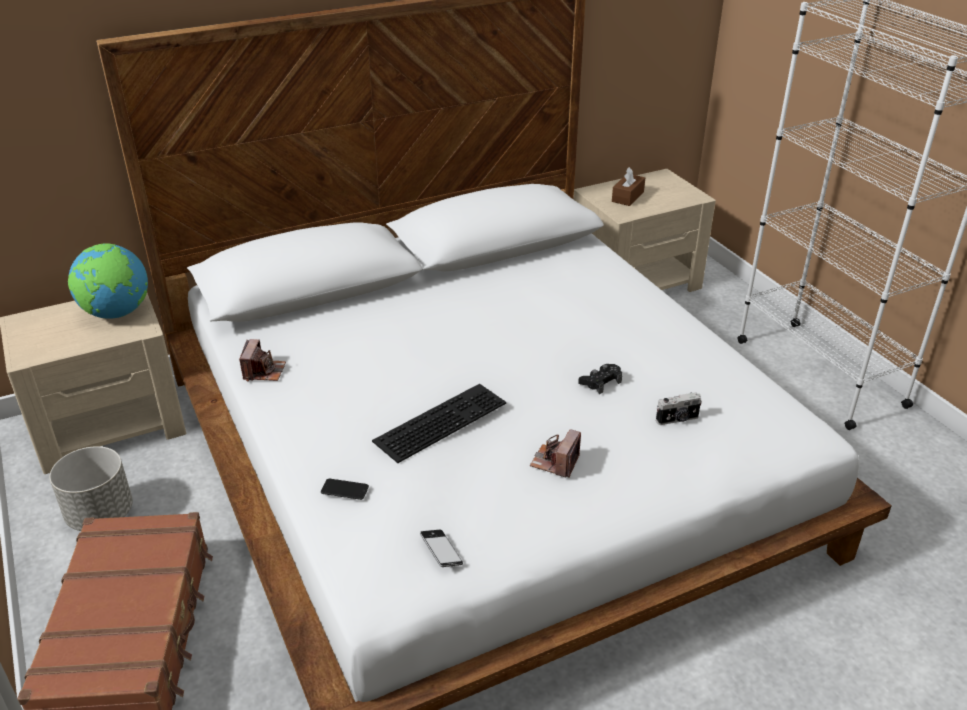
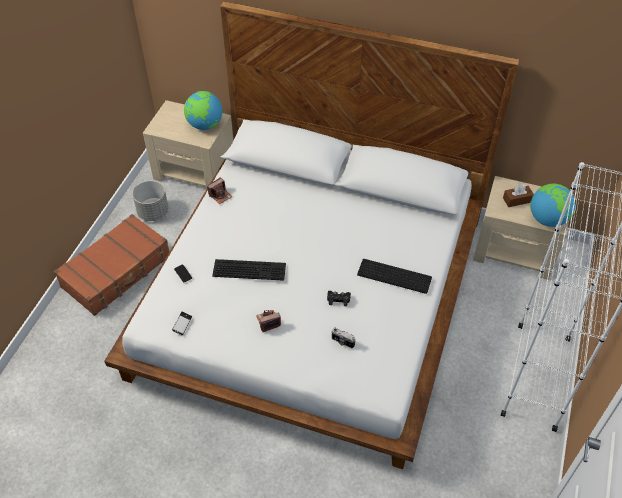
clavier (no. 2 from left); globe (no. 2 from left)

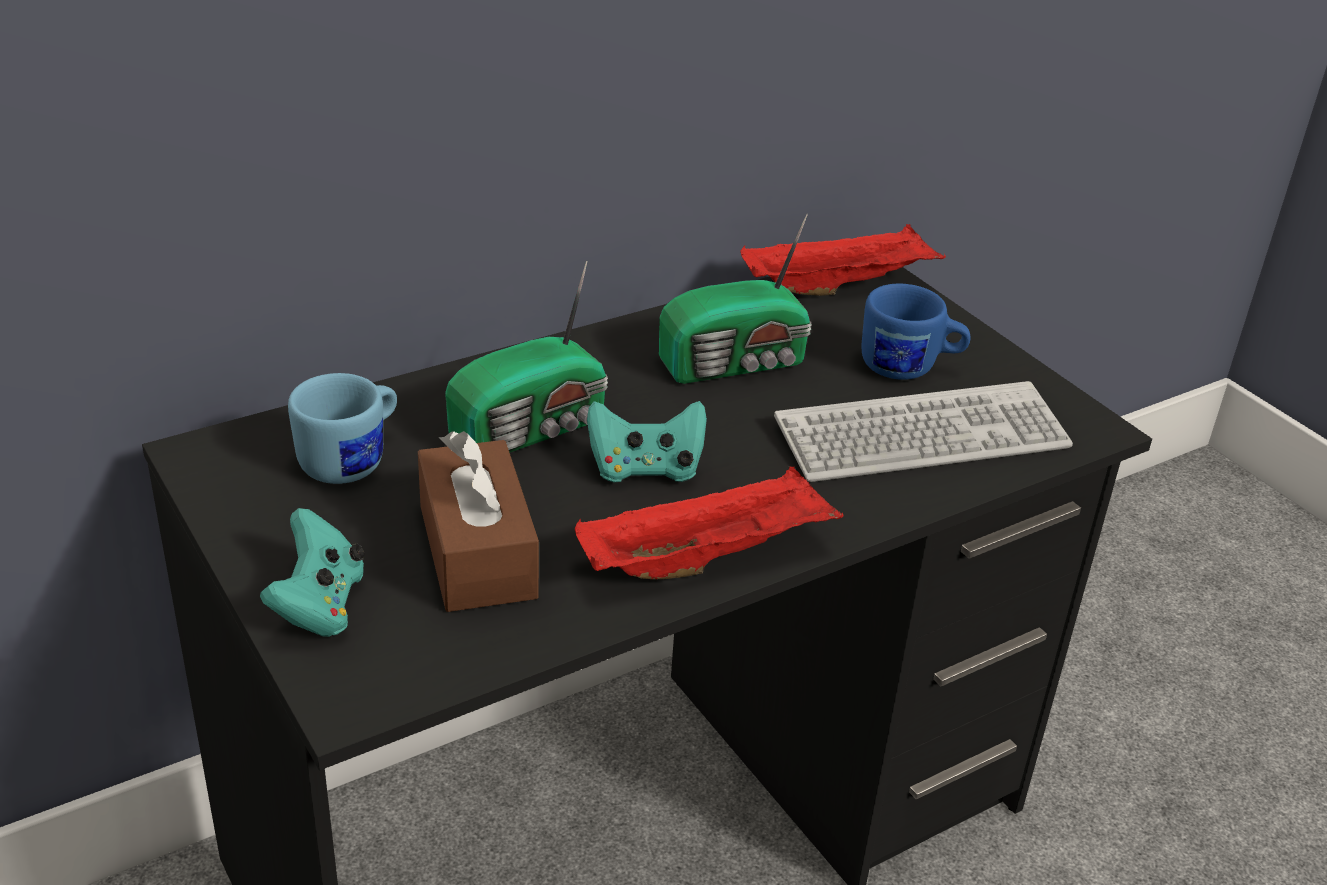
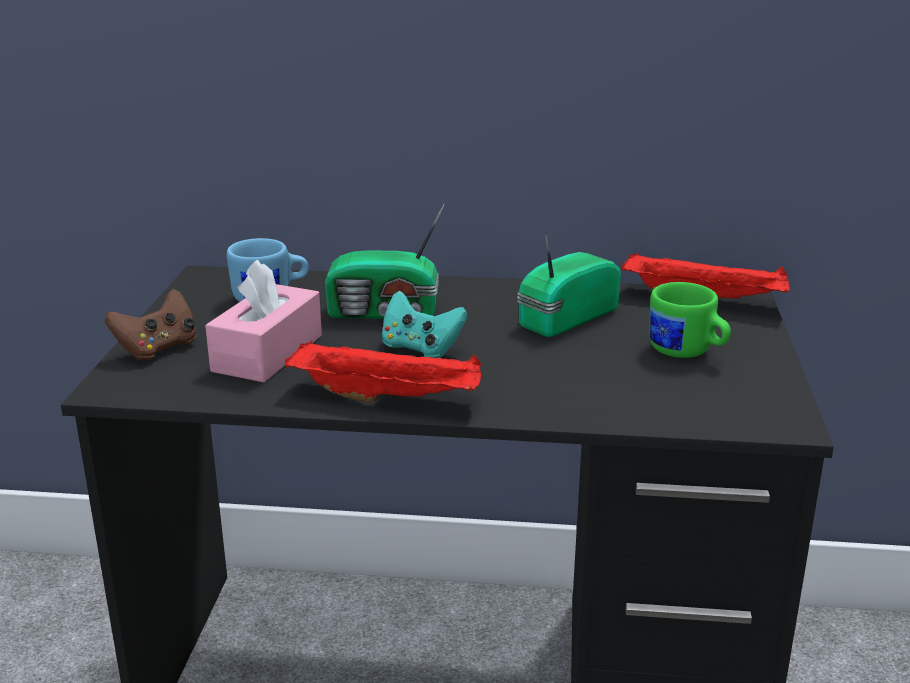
manette [marron]; boîte à mouchoirs [rose]; radio (no. 2 from left); clavier; mug [vert]

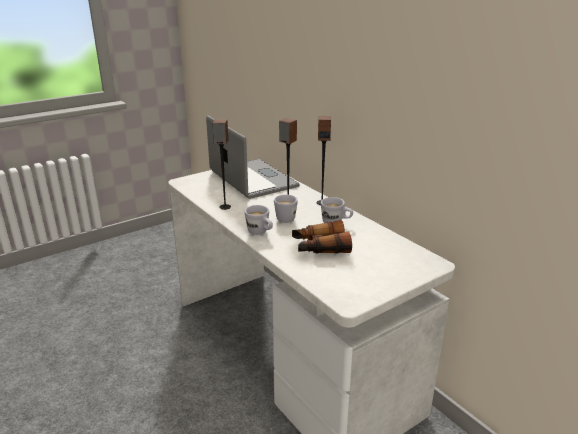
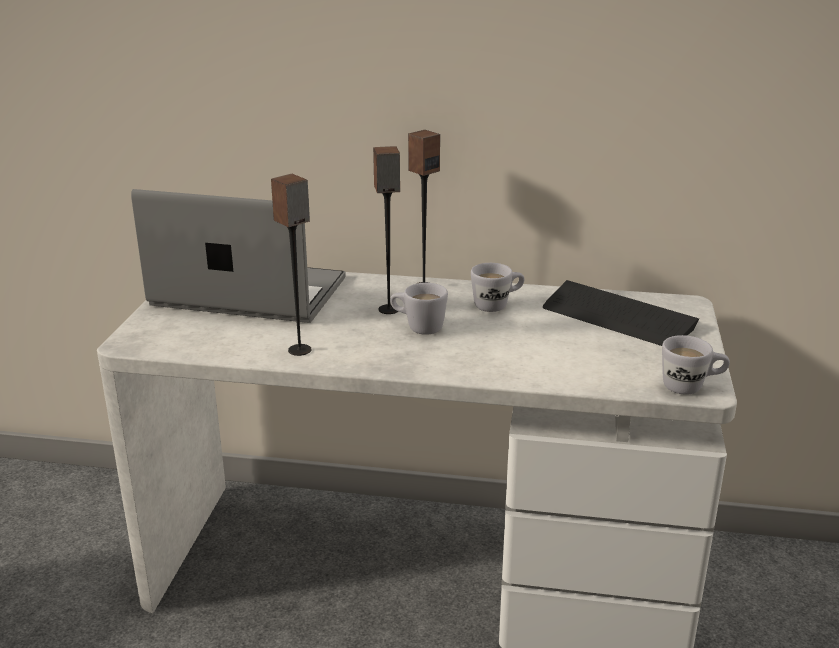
mug [blanc] (no. 3 from left); jumelles; clavier

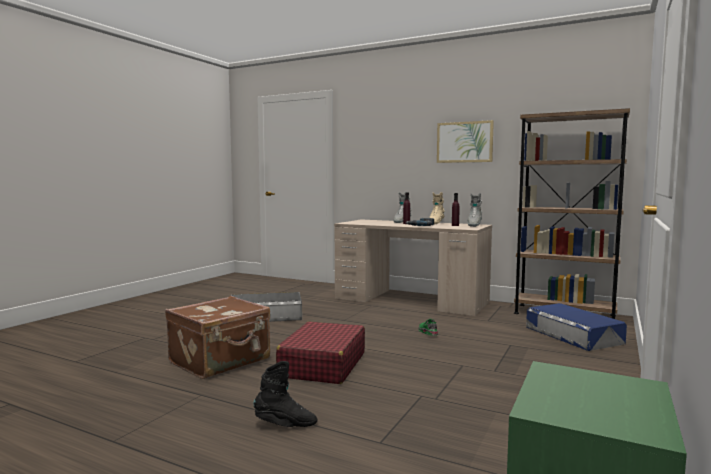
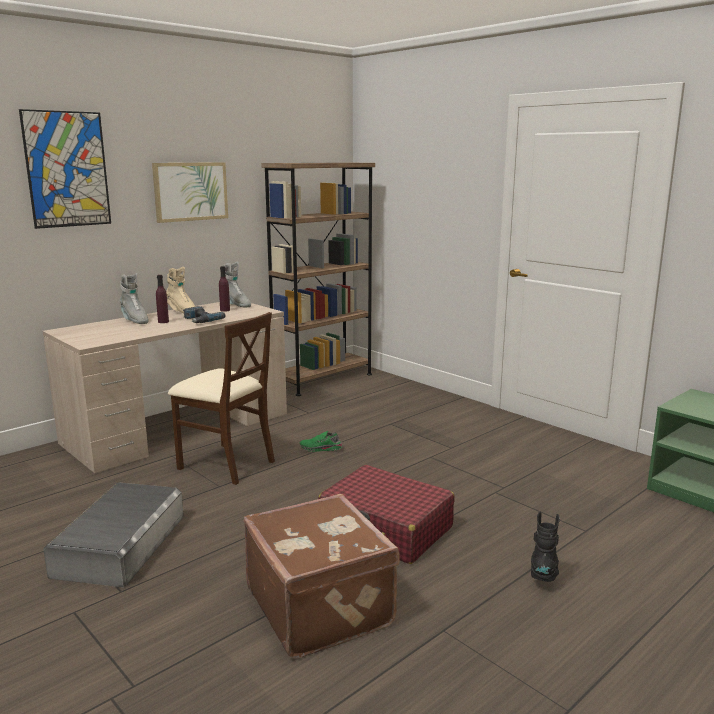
boîte de rangement [bleu]; tableau (no. 1 from left); chaise [beige]

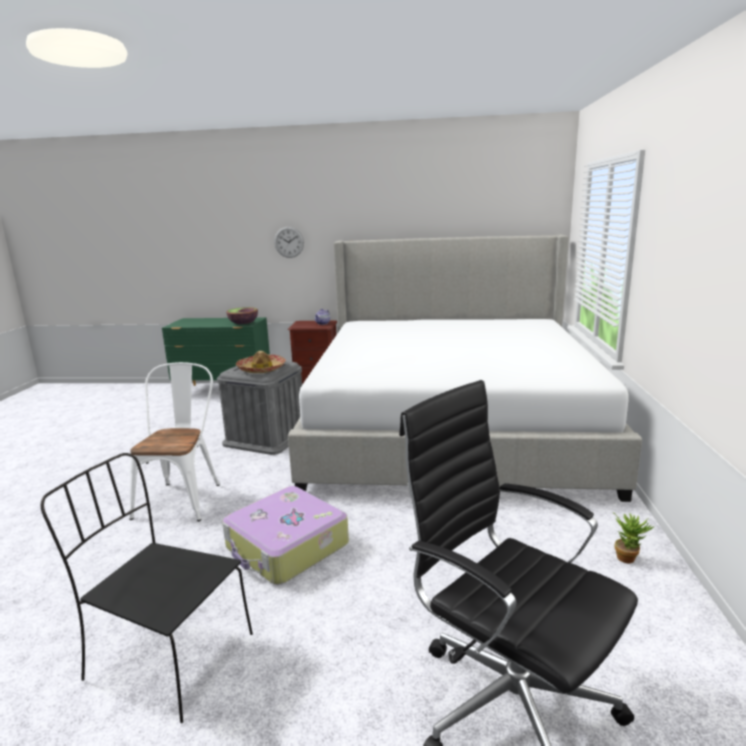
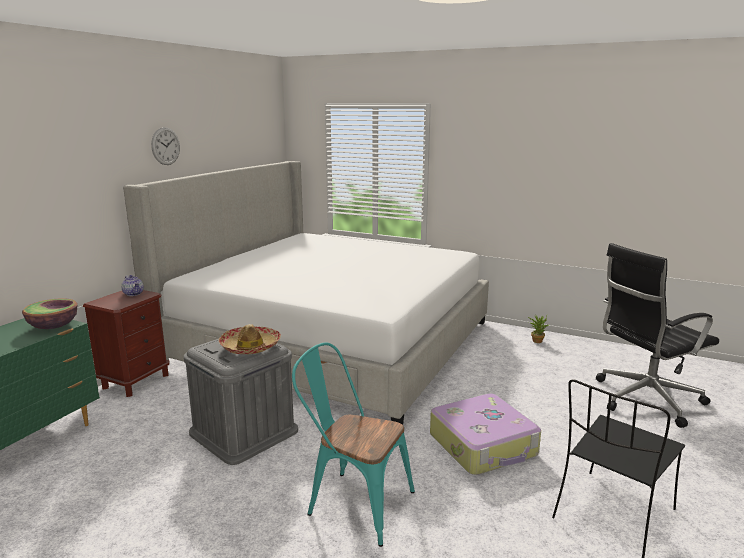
chaise [turquoise]; horloge murale

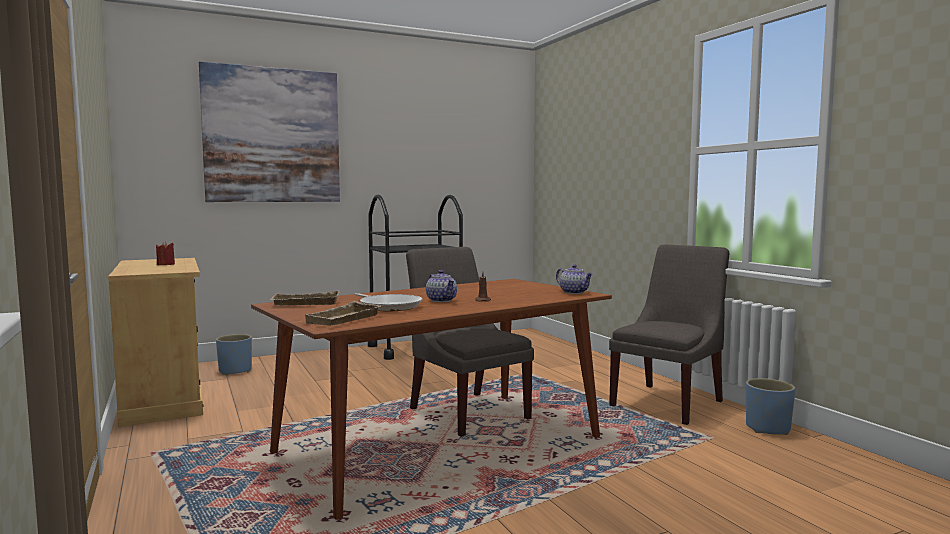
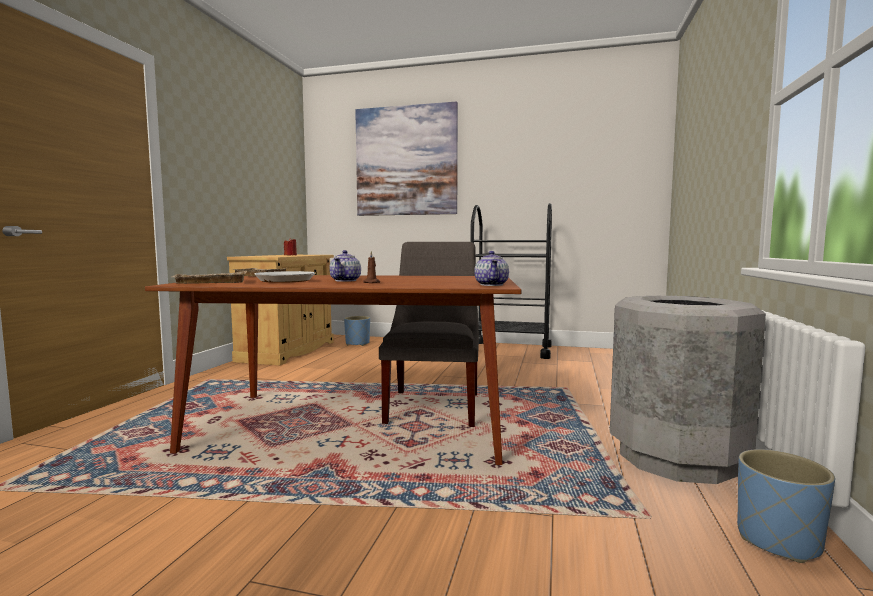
poubelle [gris]

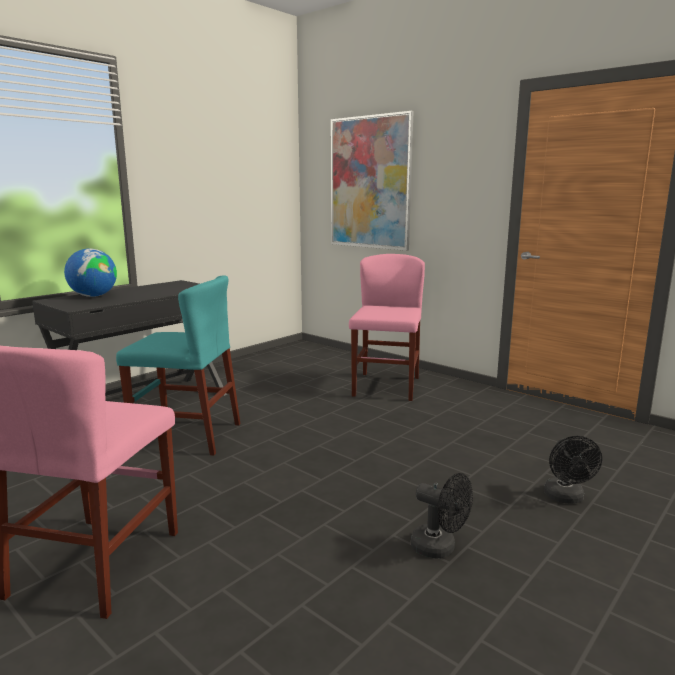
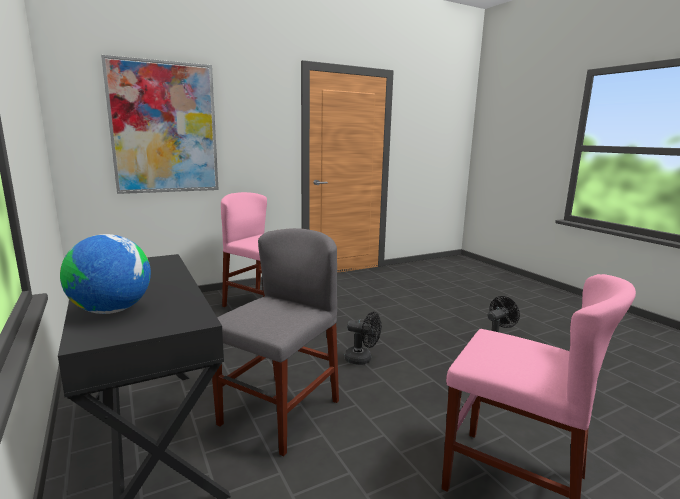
chaise [gris]; ventilateur [noir] (no. 1 from left)

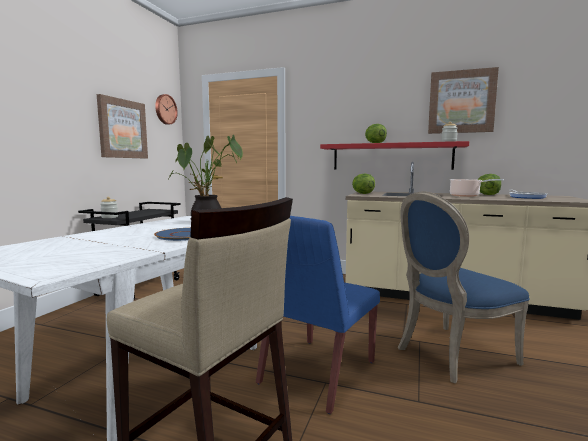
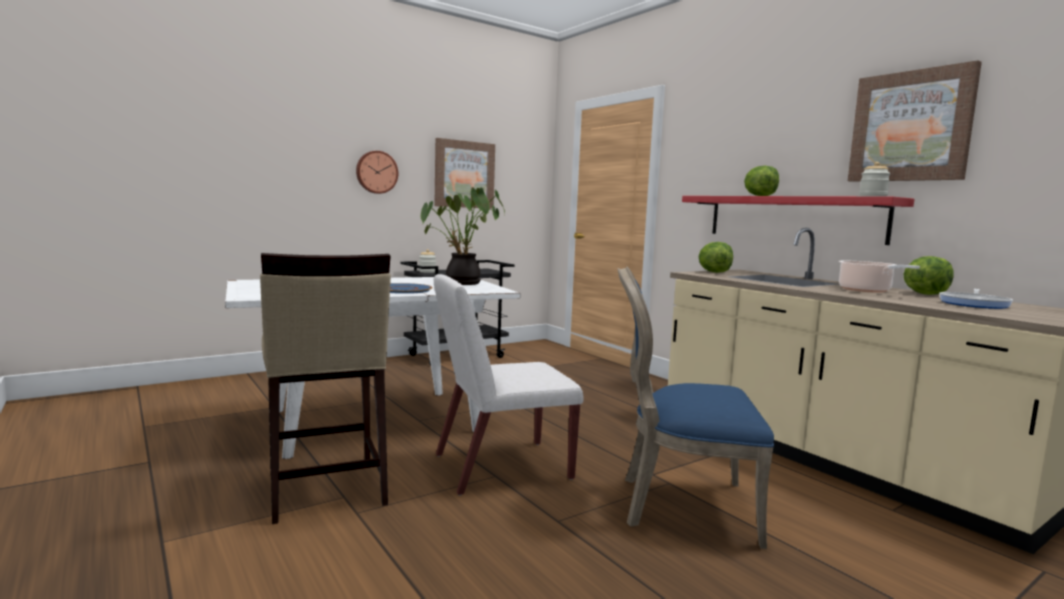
horloge murale; chaise [blanc]

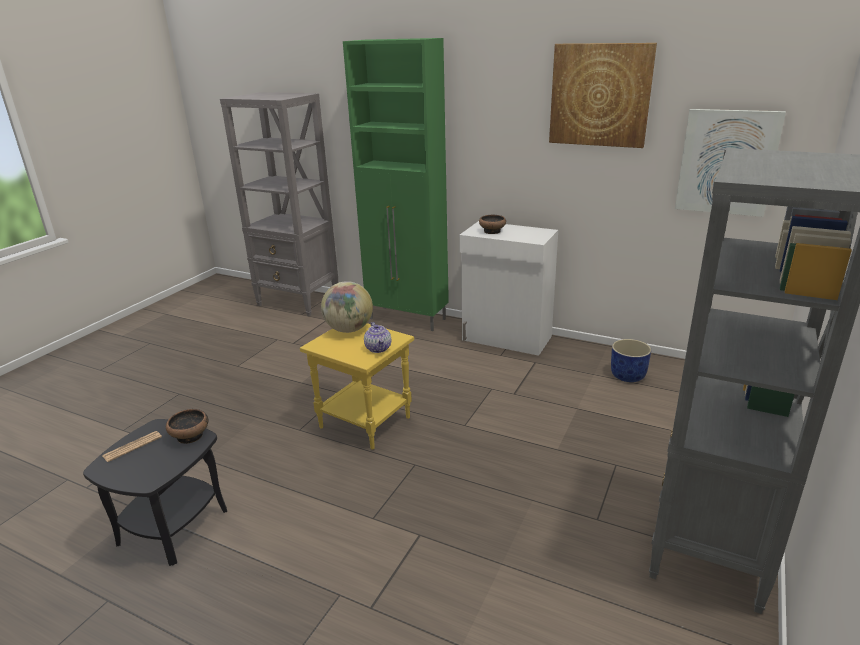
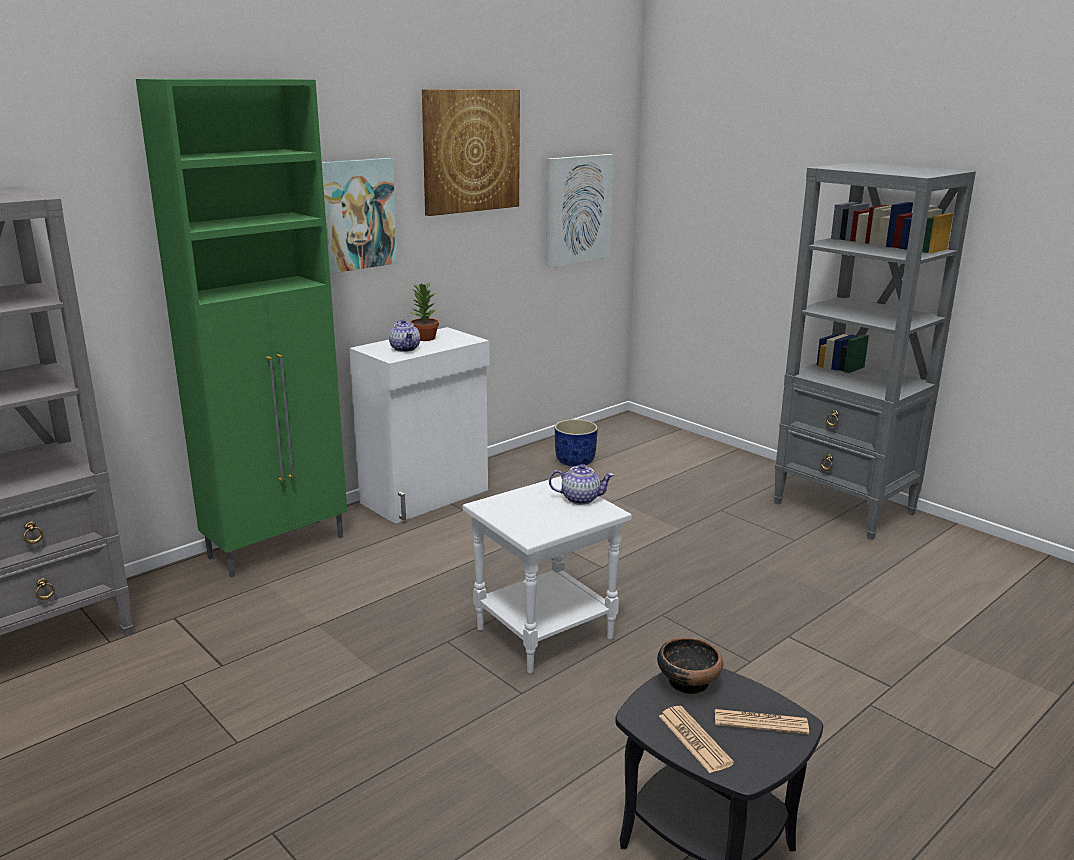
table d'appoint [blanc]; globe; théière (no. 1 from left); tableau (no. 1 from left); plante en pot; journal (no. 2 from left)

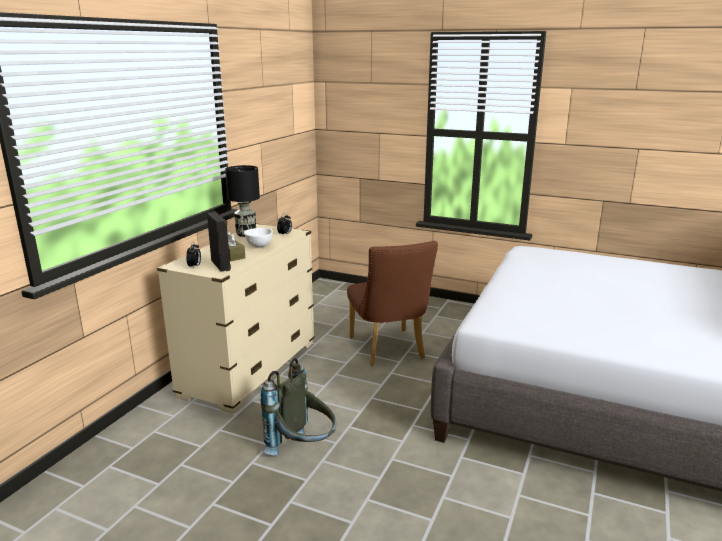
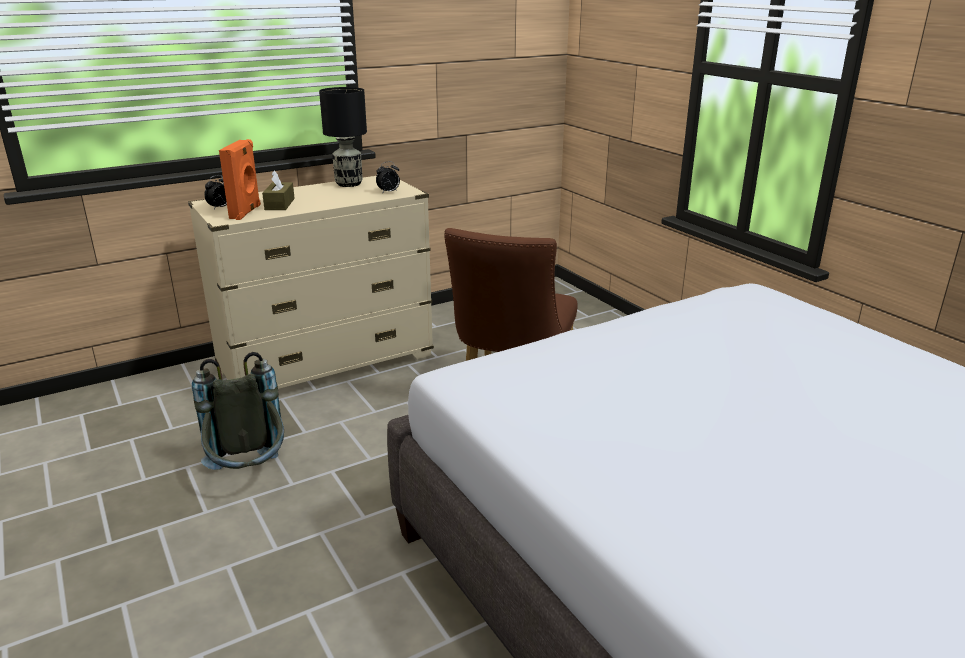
enceinte [orange]; bol [blanc]

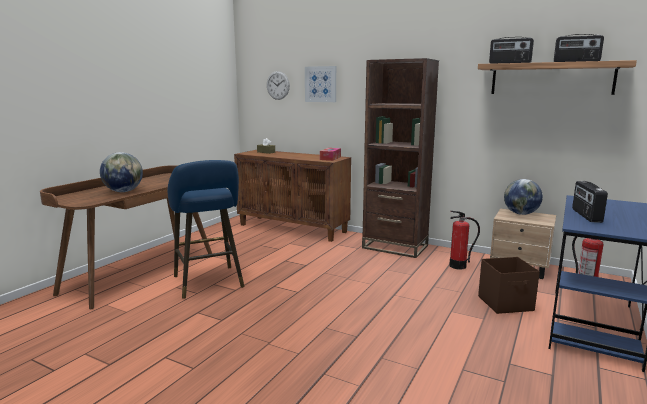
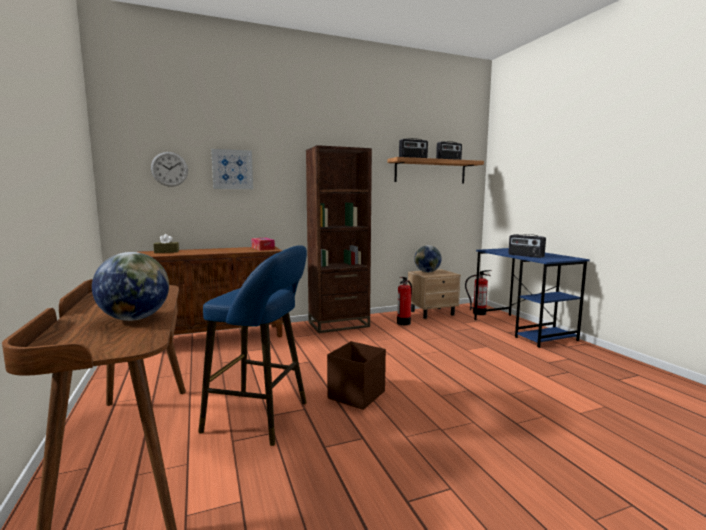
boîte de rangement [marron]

